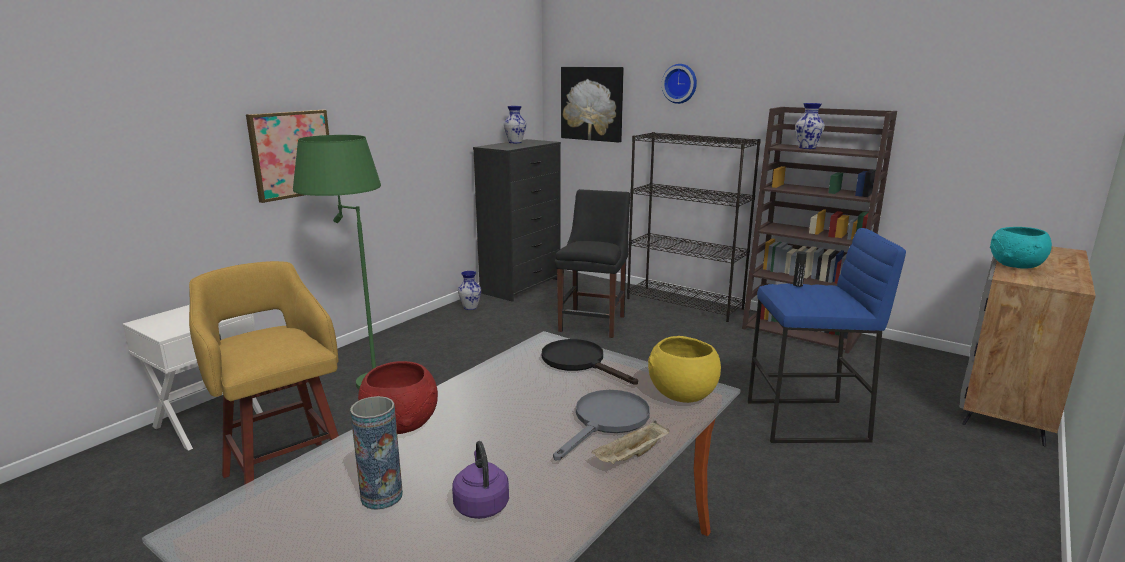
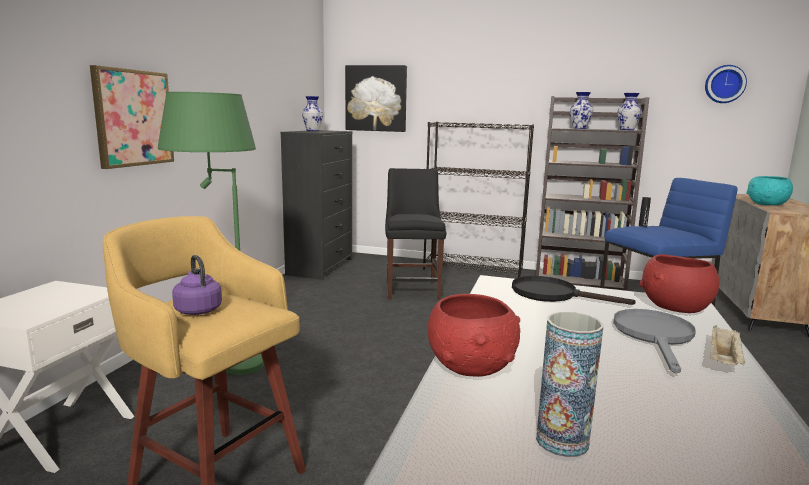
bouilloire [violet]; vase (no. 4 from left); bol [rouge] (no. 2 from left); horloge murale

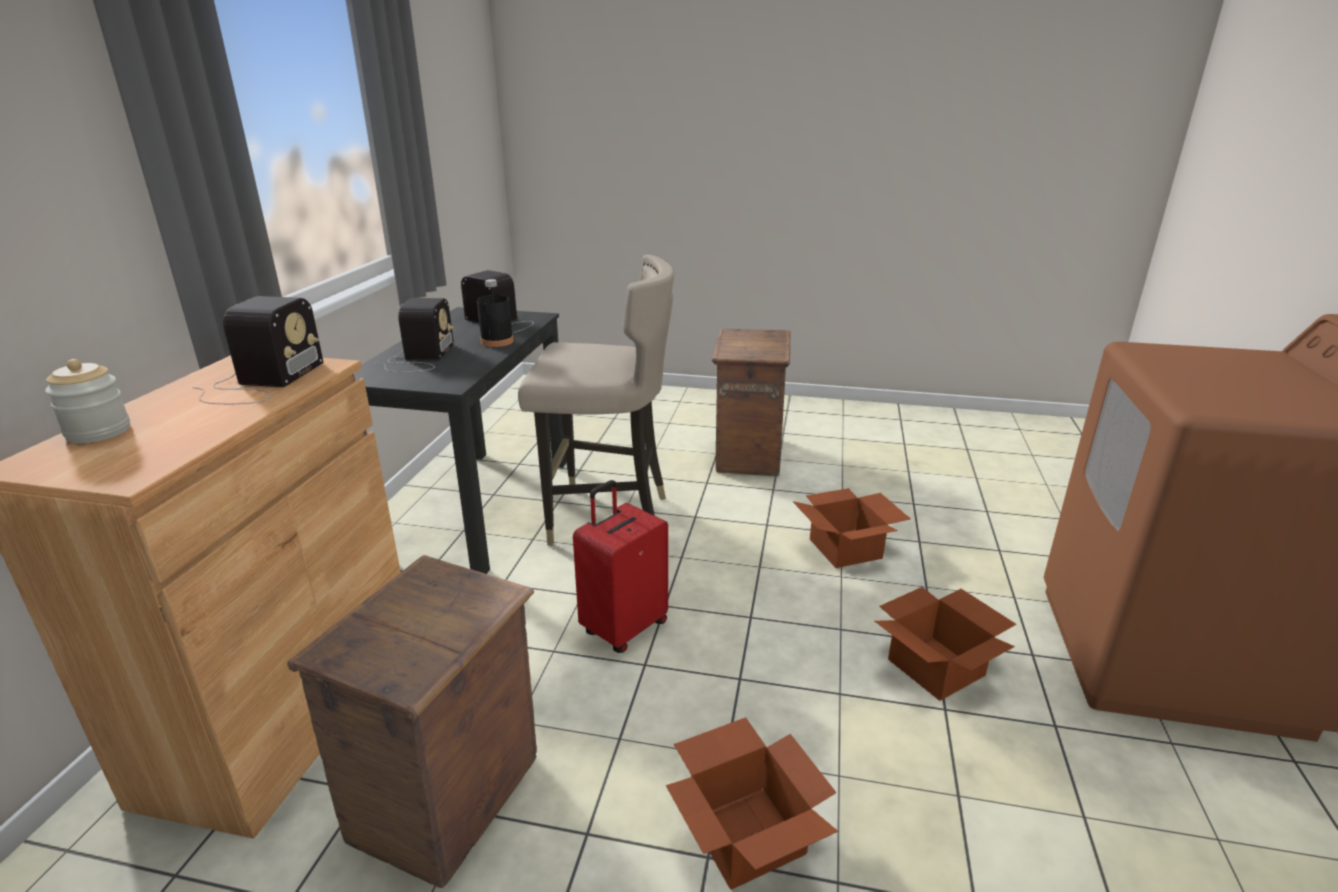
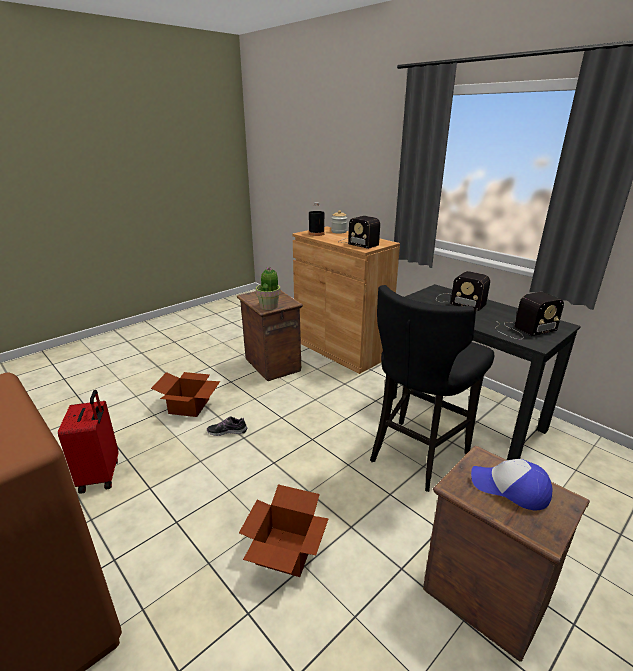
bouteille [noir]; tabouret [noir]; valise [rouge]; carton (no. 3 from left in the first image); chaussure; plante en pot; casquette

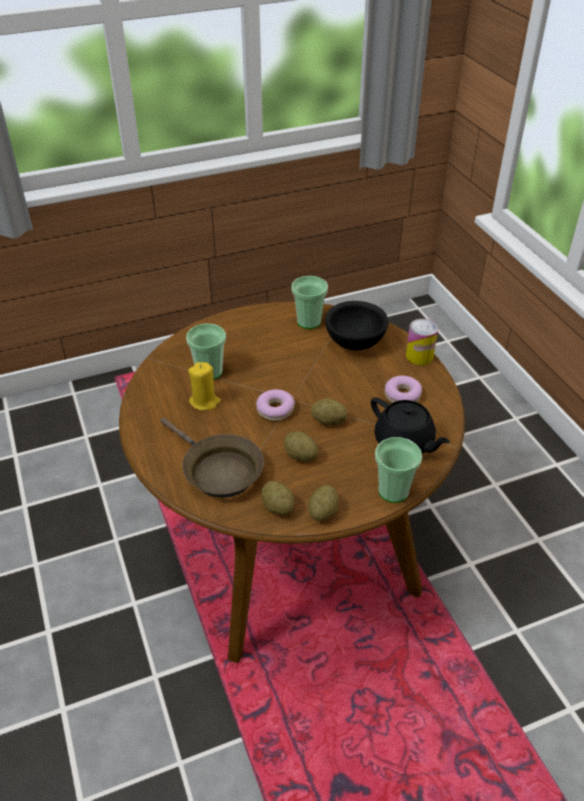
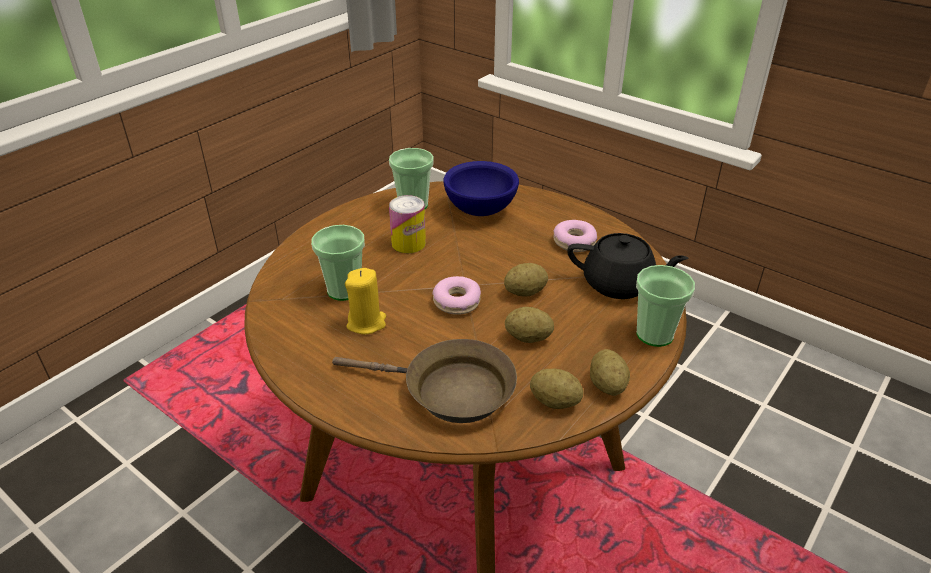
bol [bleu]; boîte métallique

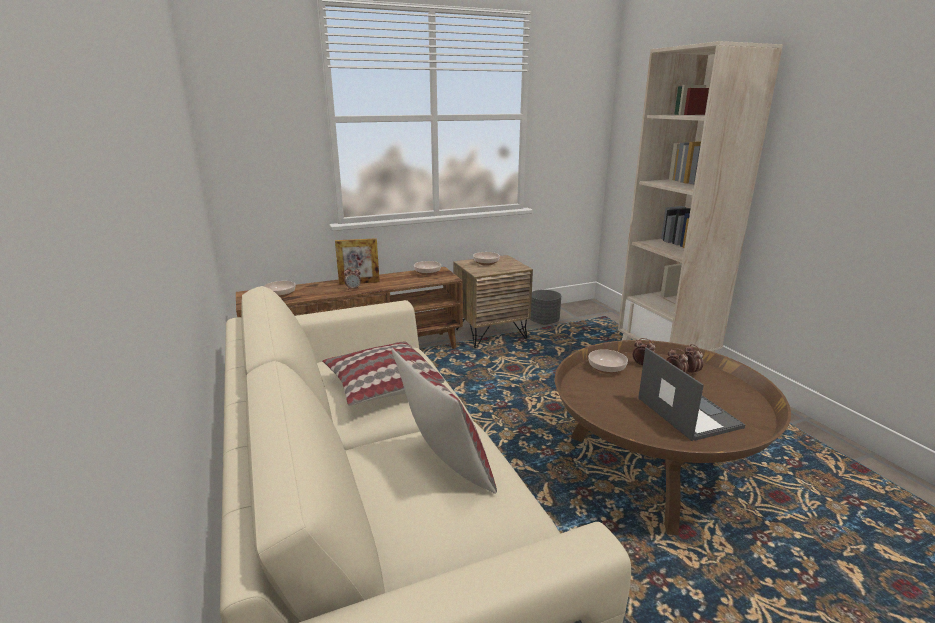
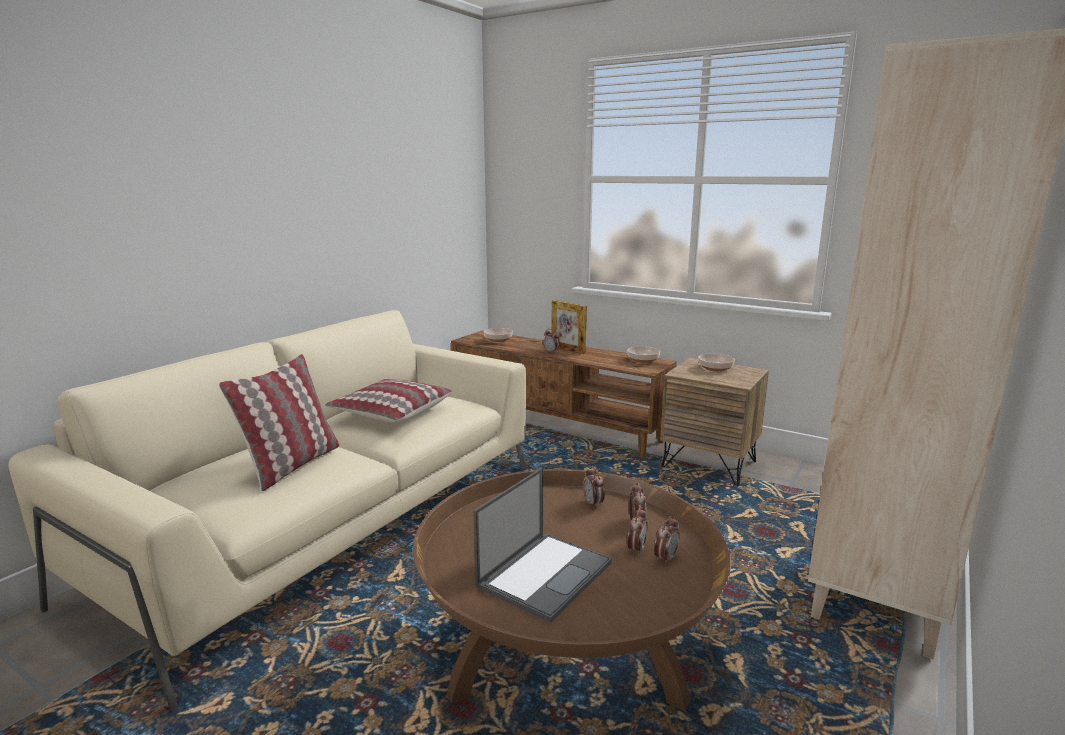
cache-pot [gris]; réveil (no. 2 from left)

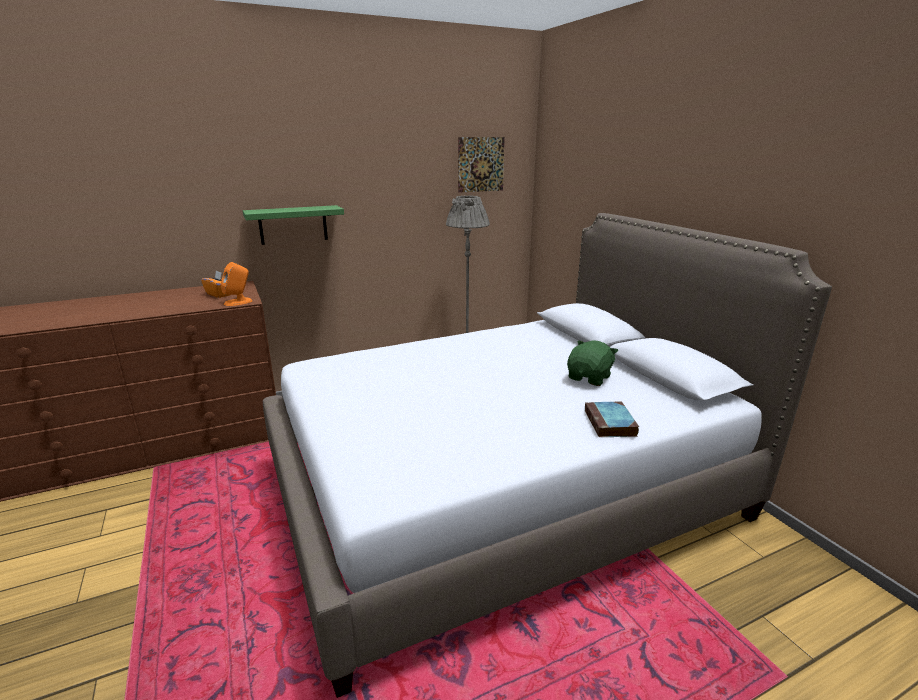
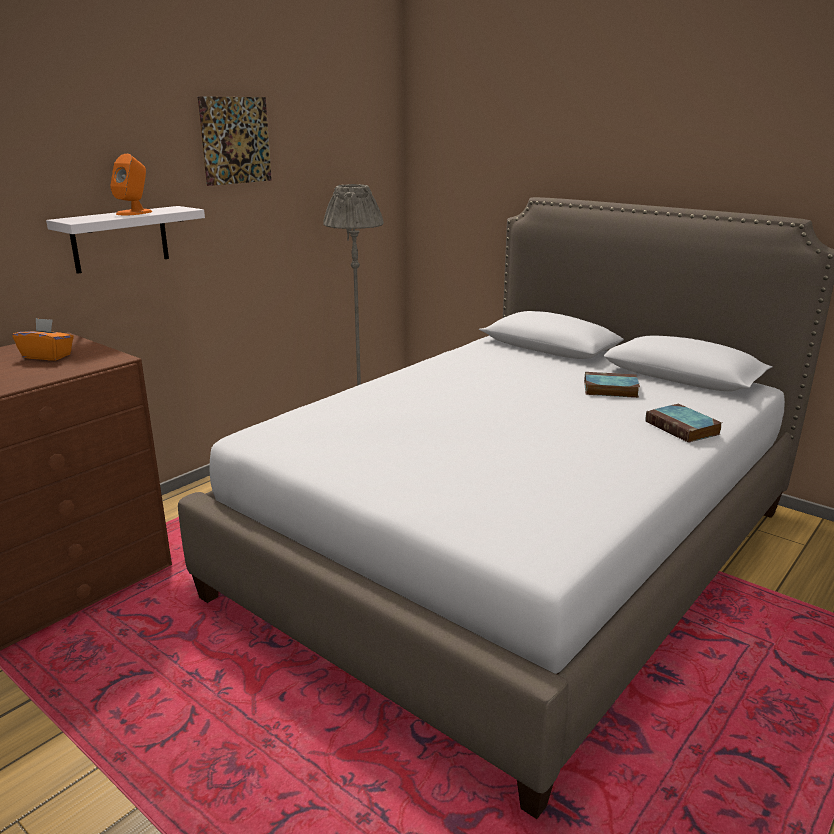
enceinte [orange]; étagère [blanc]; tableau; livre (no. 1 from left)

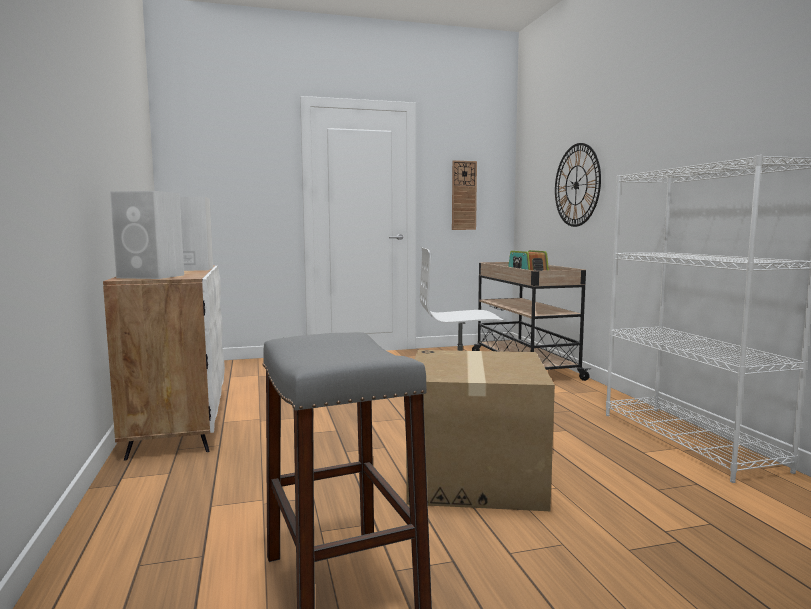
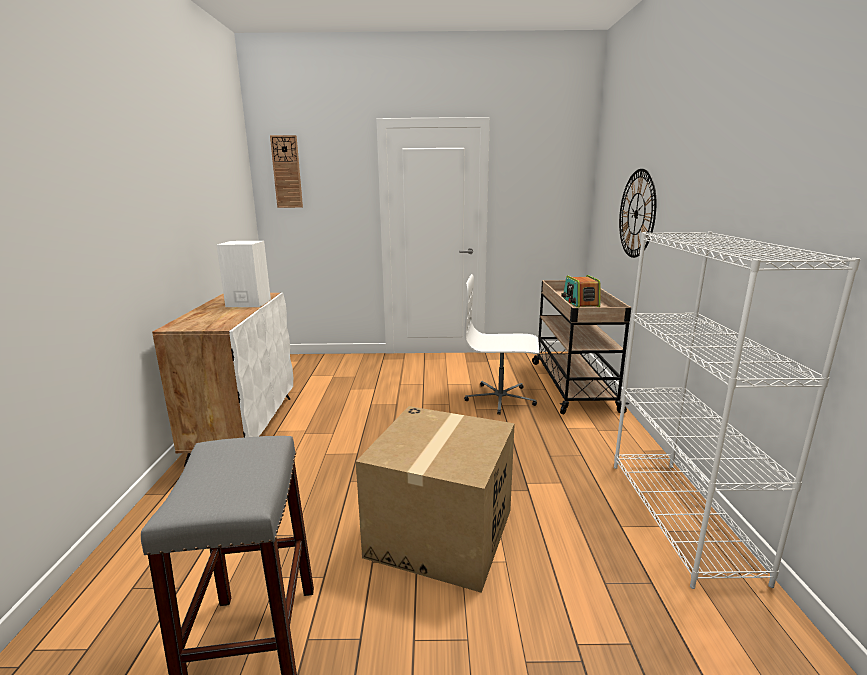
enceinte [blanc] (no. 1 from left in the first image); horloge murale (no. 1 from left)

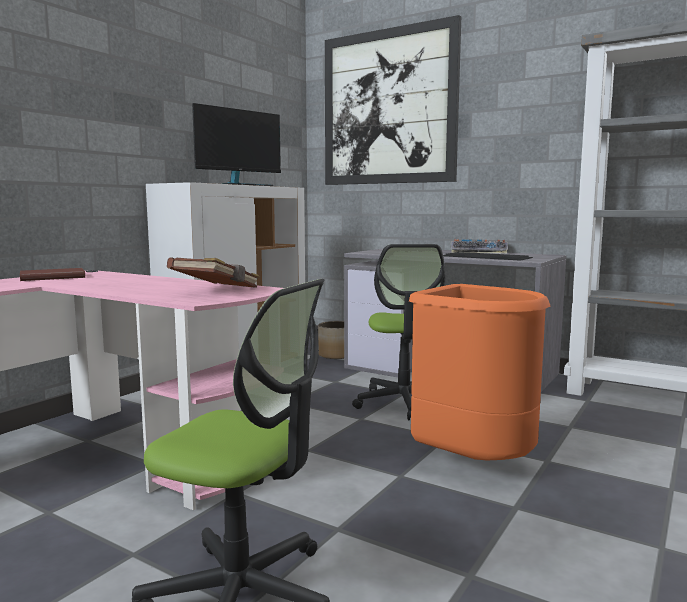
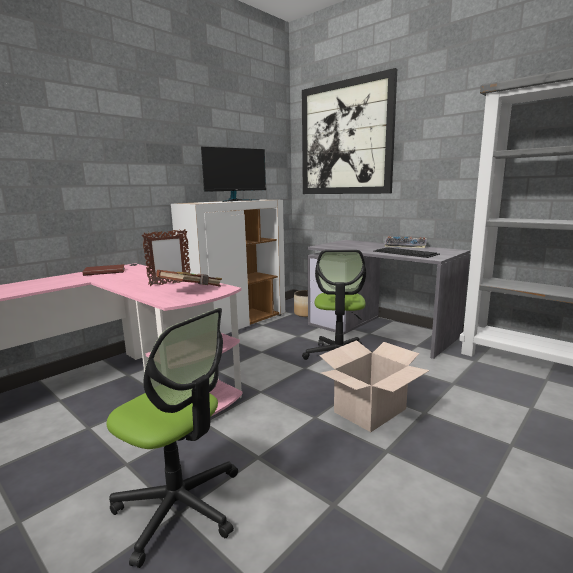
carton; cadre photo

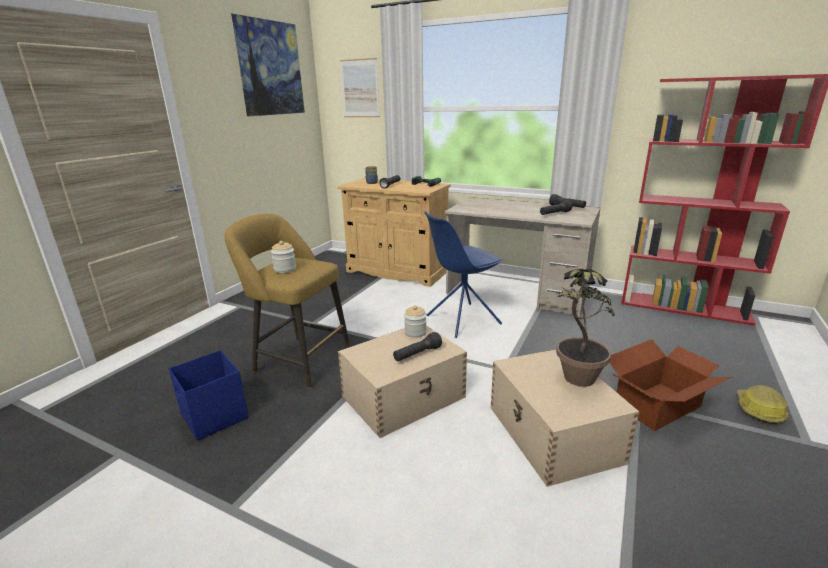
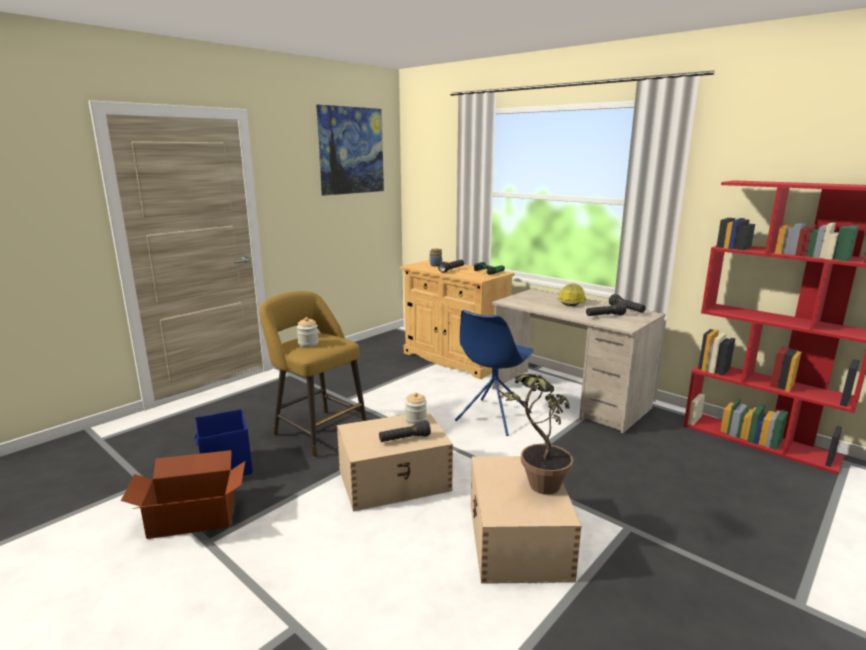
tableau (no. 2 from left in the first image); chaise [bleu]; carton; casque de chantier

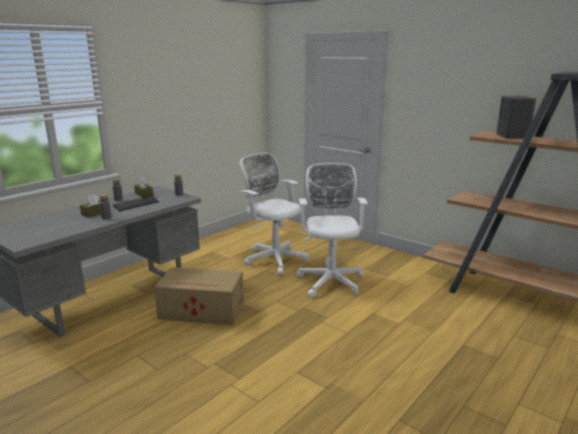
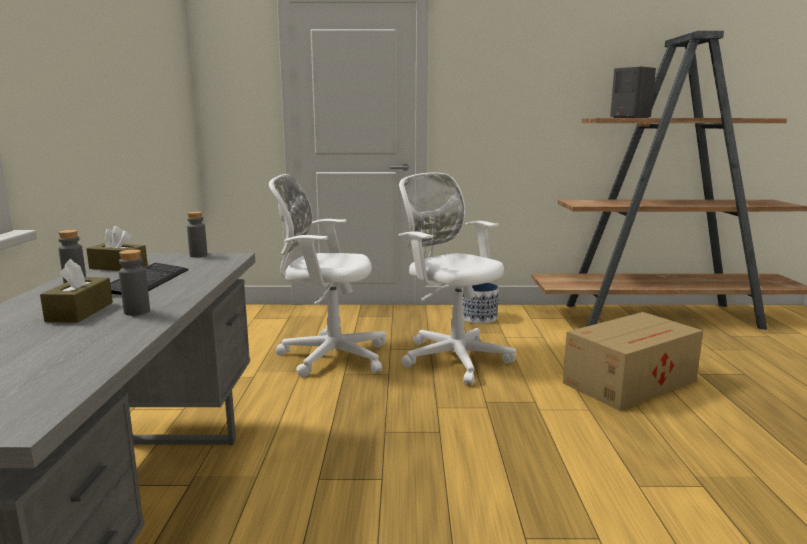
carton; cache-pot

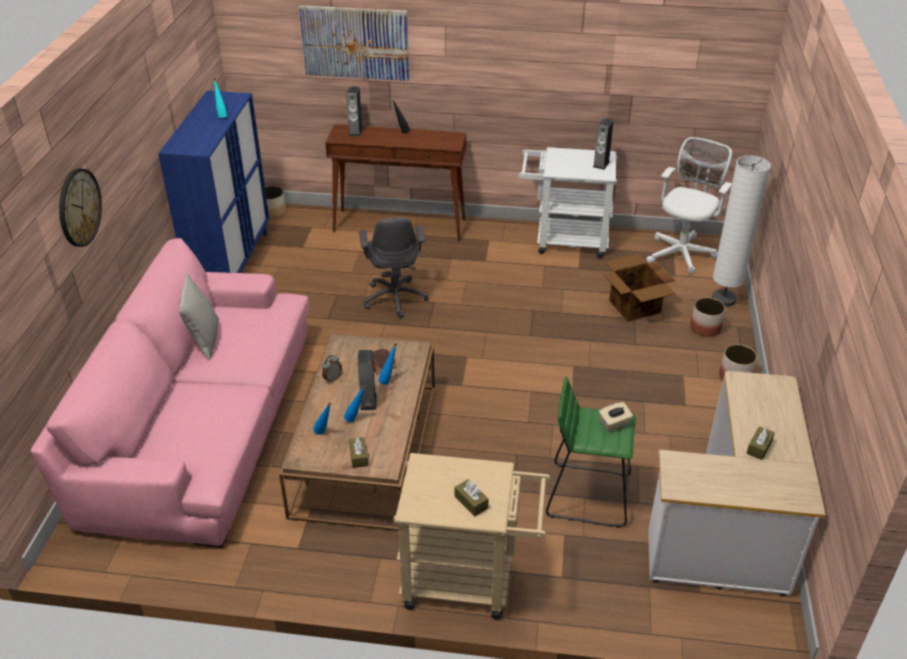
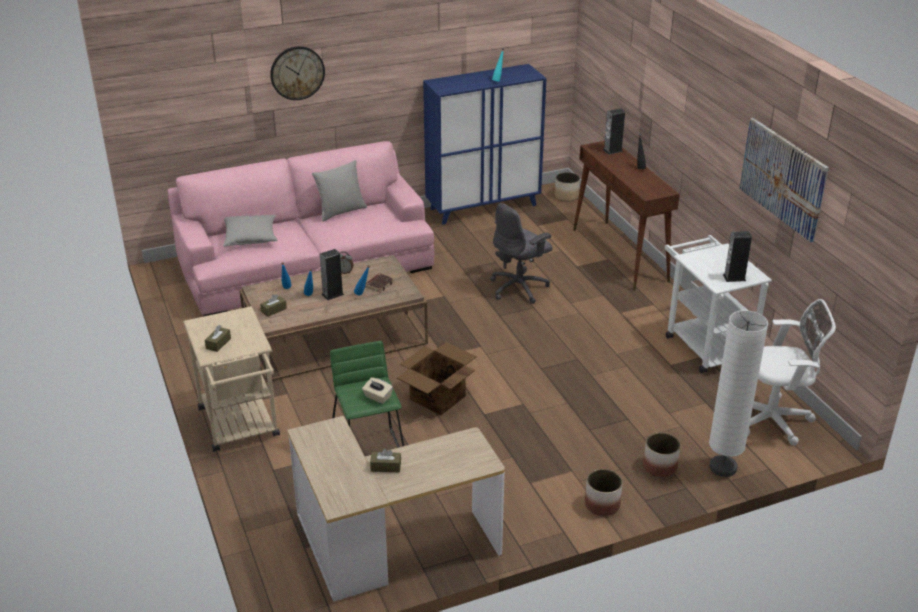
tableau; carton; coussin [gris] (no. 1 from left)

